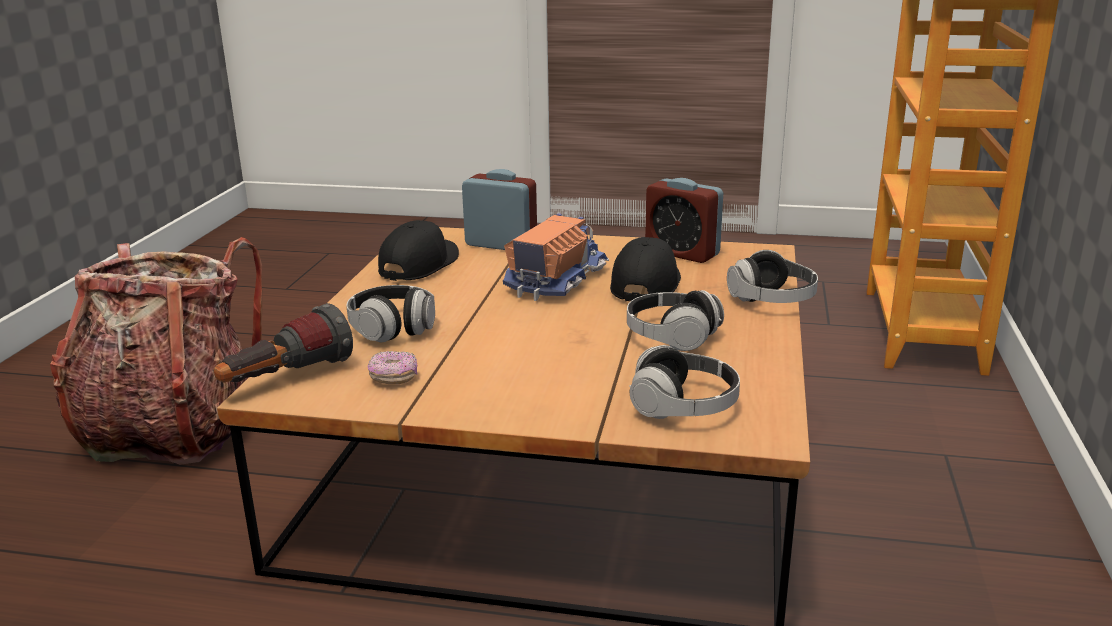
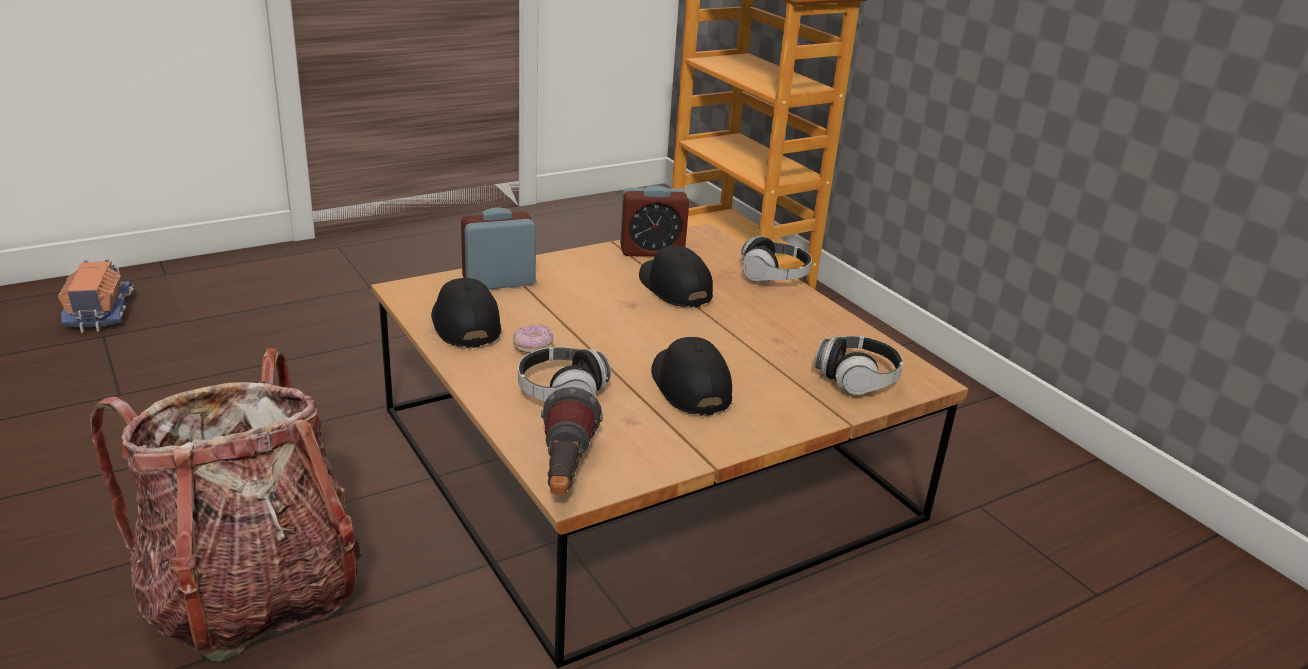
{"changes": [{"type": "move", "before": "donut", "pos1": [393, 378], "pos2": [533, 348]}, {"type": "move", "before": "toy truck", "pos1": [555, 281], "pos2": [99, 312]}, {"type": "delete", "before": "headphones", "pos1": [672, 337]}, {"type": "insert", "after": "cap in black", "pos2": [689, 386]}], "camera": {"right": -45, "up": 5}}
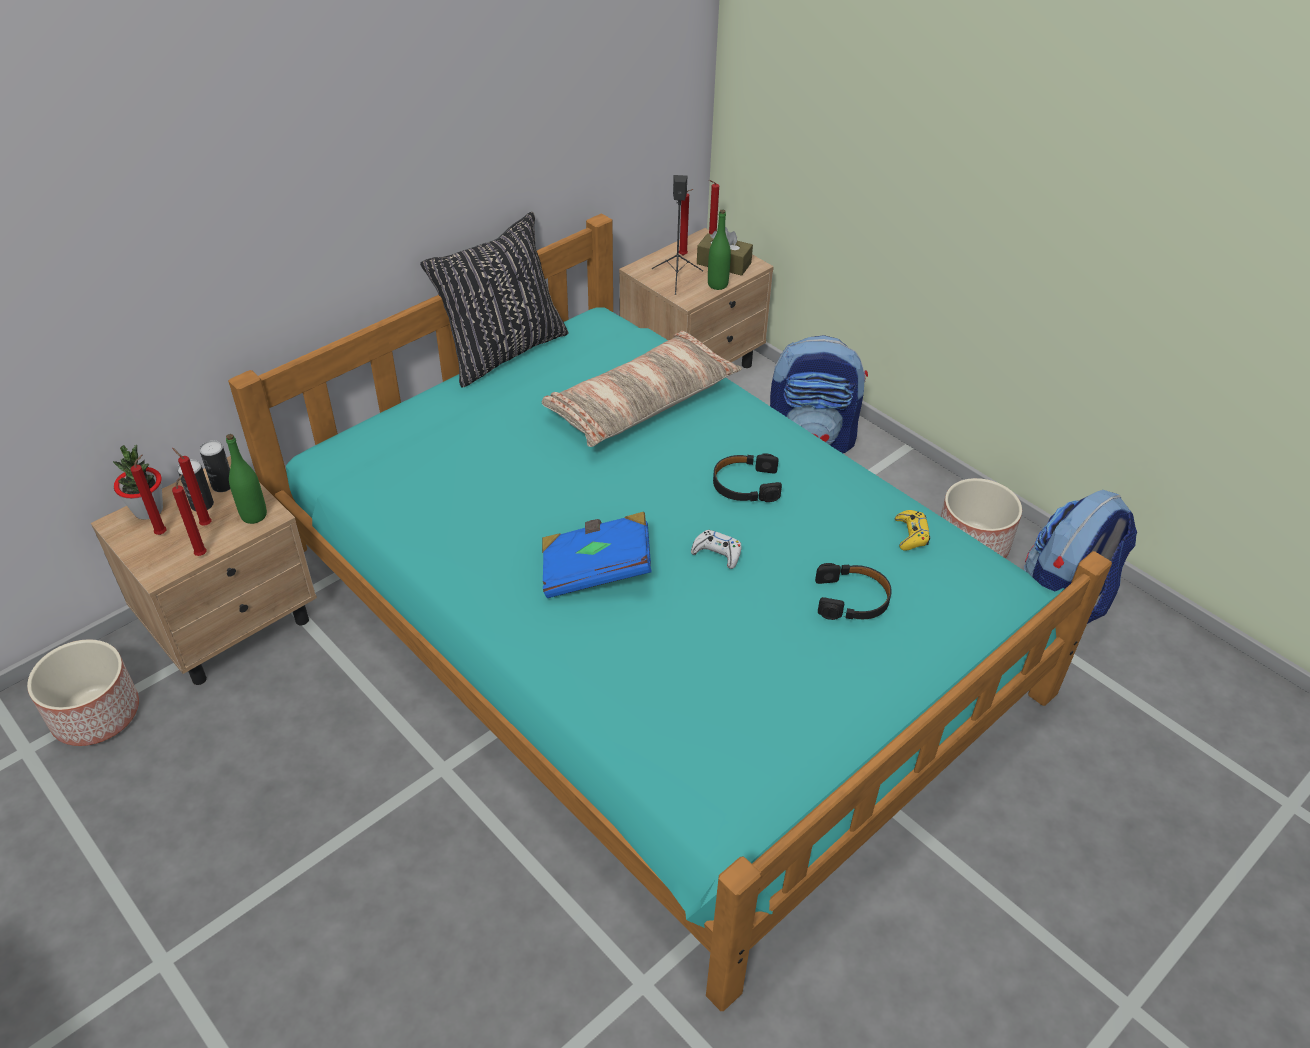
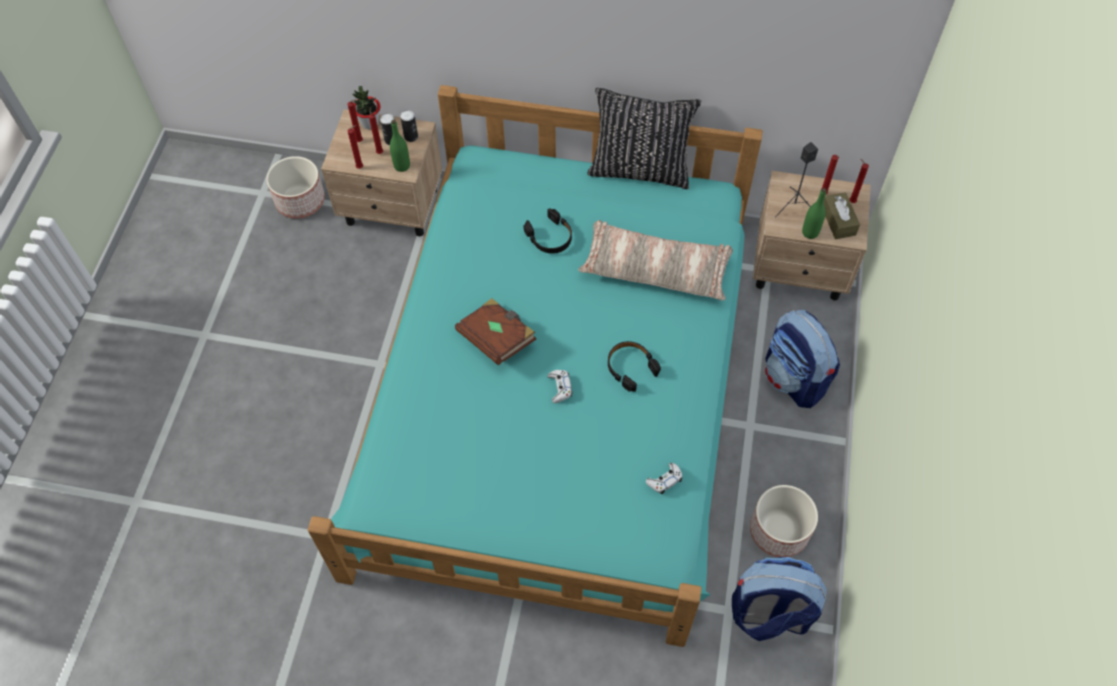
{"changes": [{"type": "recolor", "before": "book in blue", "after": "book in brown", "pos1": [596, 570], "pos2": [497, 339]}, {"type": "move", "before": "headphones in black", "pos1": [852, 599], "pos2": [550, 237]}, {"type": "recolor", "before": "game controller in yellow", "after": "game controller in white", "pos1": [911, 534], "pos2": [664, 480]}], "camera": {"right": 55, "up": 15}}
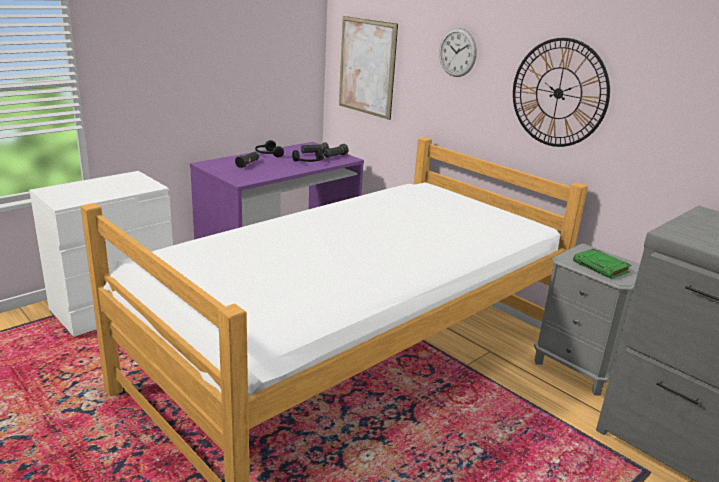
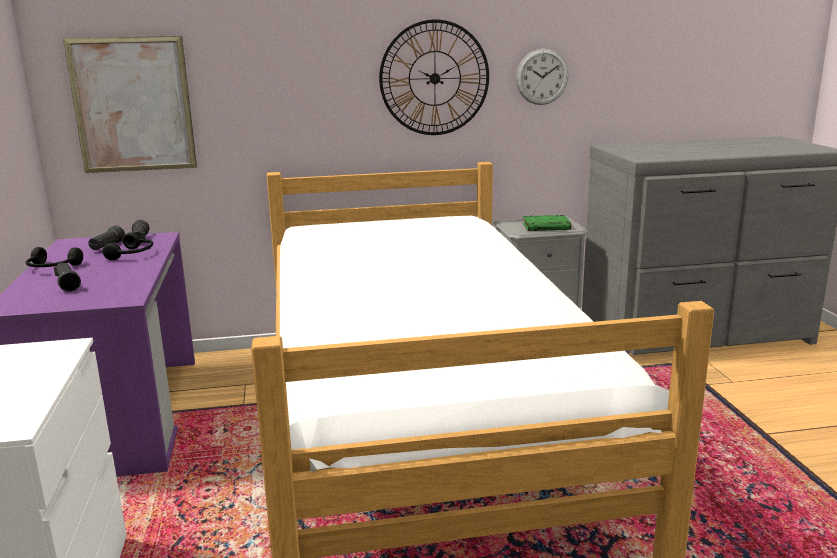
{"changes": [{"type": "move", "before": "wall clock", "pos1": [457, 52], "pos2": [542, 77]}], "camera": {"right": -55, "up": -5}}
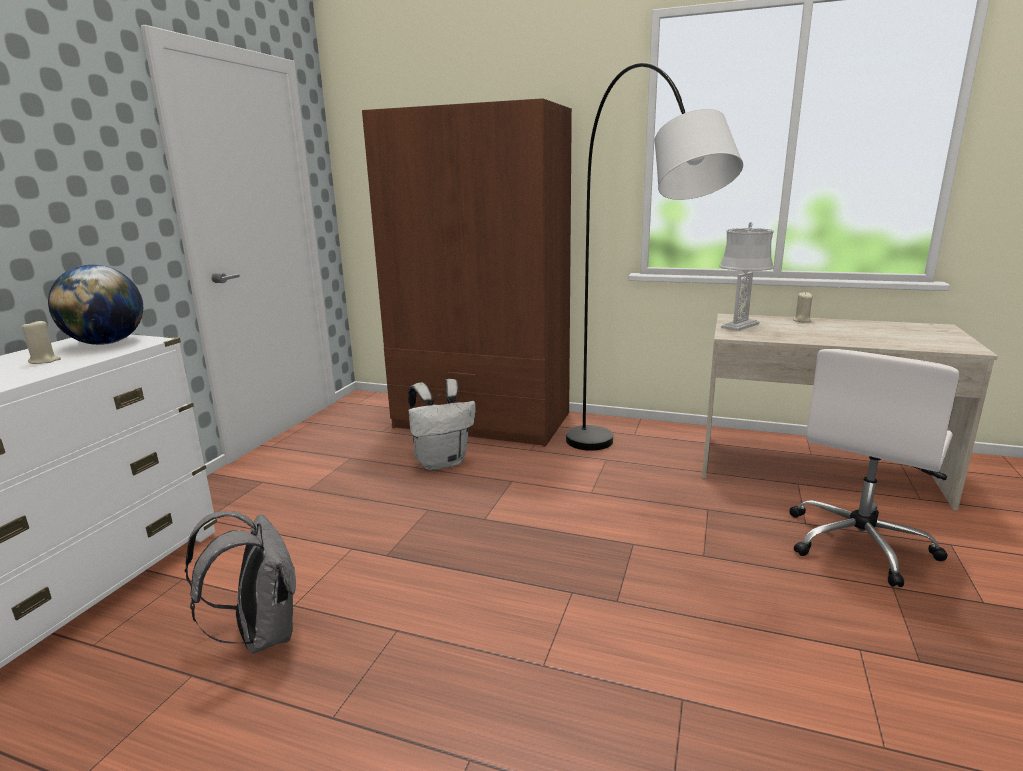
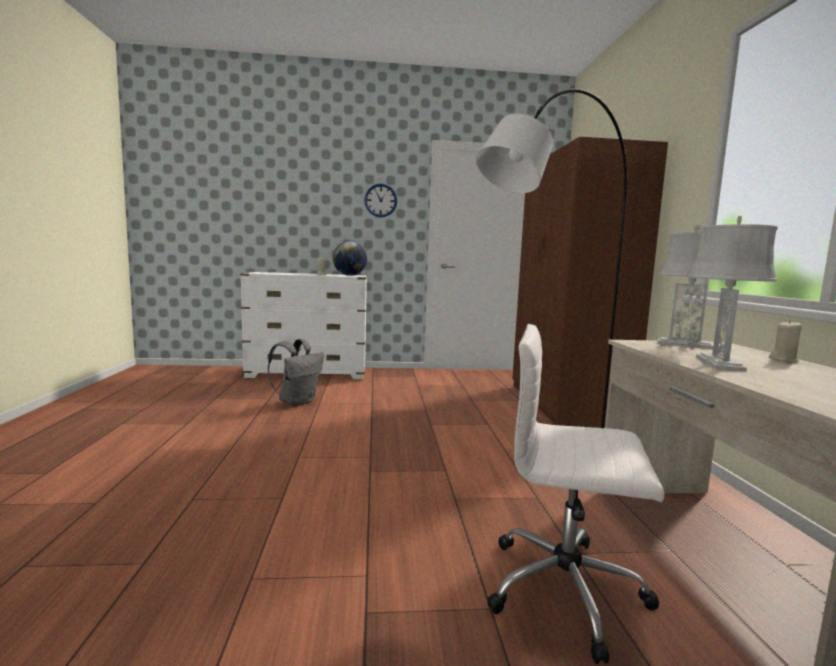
{"changes": [{"type": "delete", "before": "backpack in white", "pos1": [442, 462]}, {"type": "insert", "after": "wall clock", "pos2": [380, 200]}, {"type": "insert", "after": "table lamp in grey", "pos2": [720, 364]}], "camera": {"right": 65, "up": -10}}
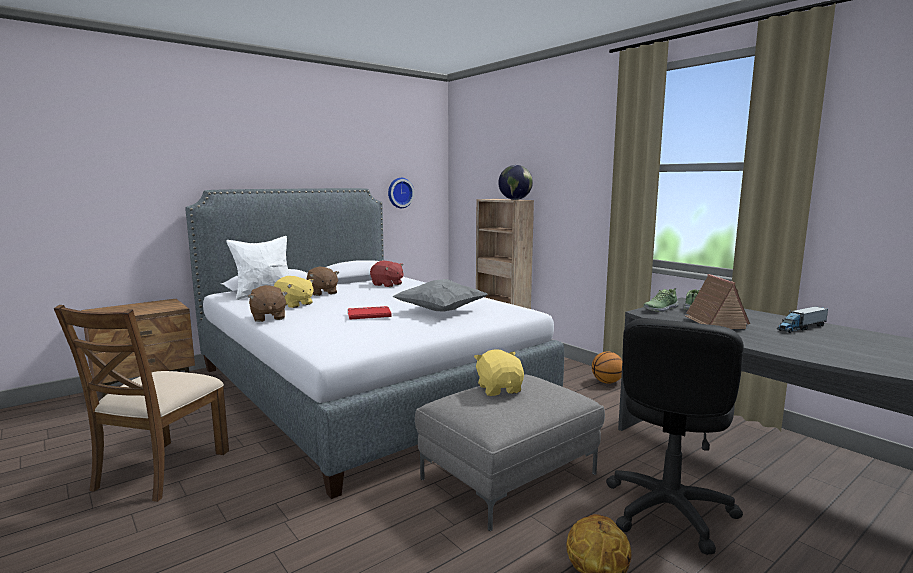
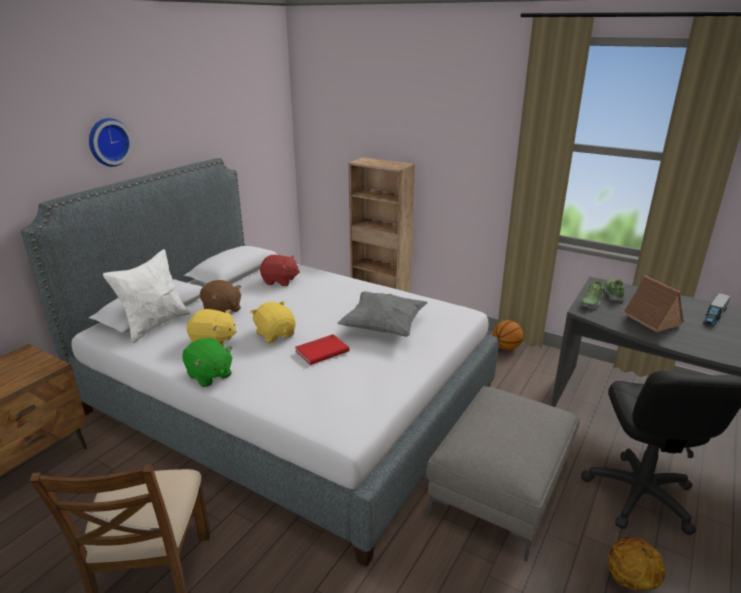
{"changes": [{"type": "recolor", "before": "plush toy in brown", "after": "plush toy in green", "pos1": [268, 317], "pos2": [209, 375]}, {"type": "move", "before": "wall clock", "pos1": [399, 193], "pos2": [108, 142]}, {"type": "move", "before": "plush toy in yellow", "pos1": [499, 389], "pos2": [275, 334]}, {"type": "delete", "before": "globe", "pos1": [515, 199]}], "camera": {"right": -20, "up": 15}}
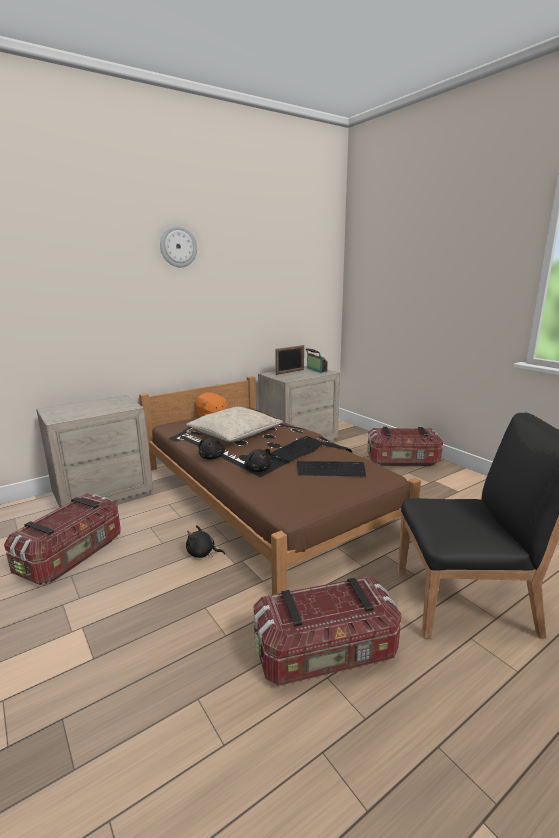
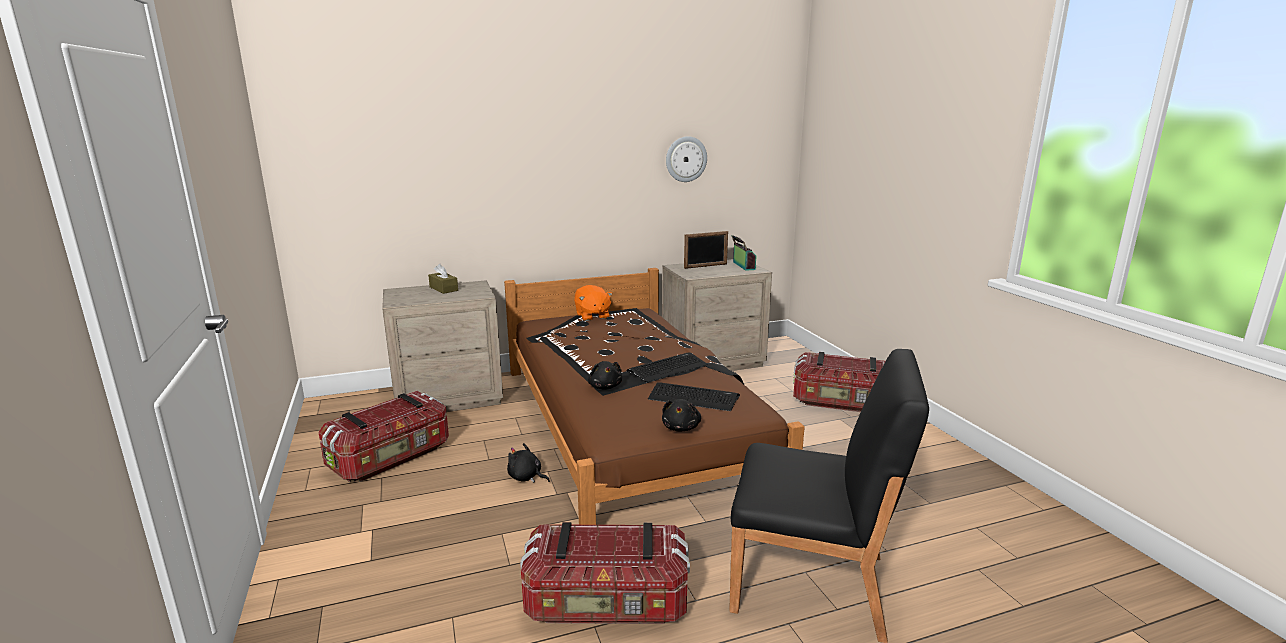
{"changes": [{"type": "move", "before": "wall clock", "pos1": [178, 246], "pos2": [686, 159]}, {"type": "delete", "before": "pillow in beige", "pos1": [234, 433]}, {"type": "move", "before": "plush toy in black", "pos1": [212, 457], "pos2": [681, 427]}, {"type": "insert", "after": "tissue box in brown", "pos2": [443, 289]}], "camera": {"right": 15, "up": 0}}
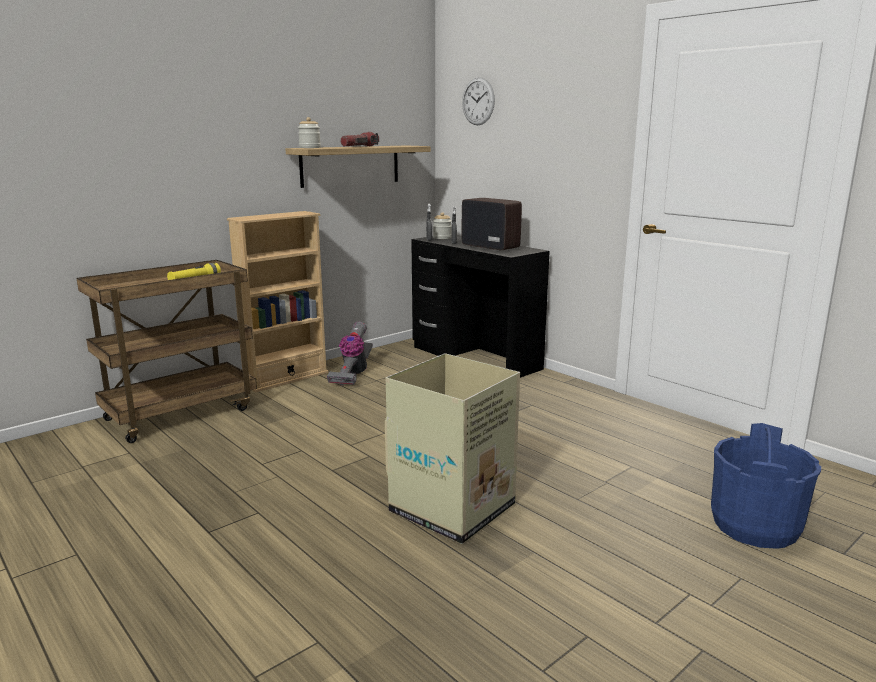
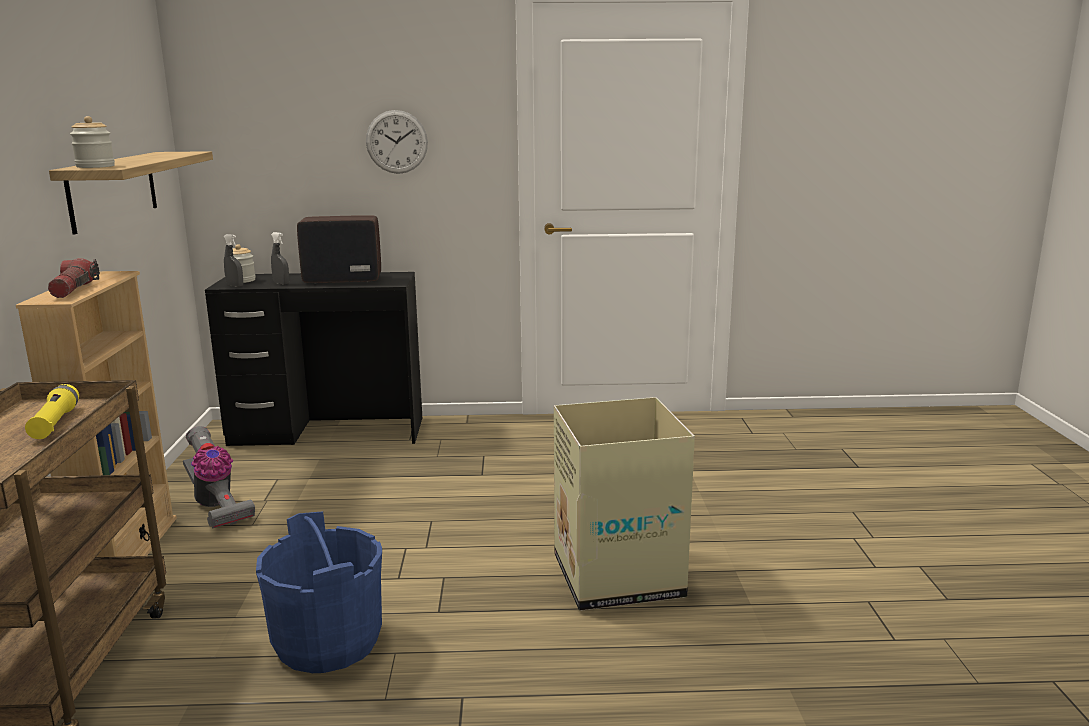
{"changes": [{"type": "move", "before": "flashlight", "pos1": [360, 146], "pos2": [74, 290]}, {"type": "move", "before": "wall clock", "pos1": [478, 101], "pos2": [396, 142]}, {"type": "move", "before": "bucket in blue", "pos1": [754, 525], "pos2": [327, 642]}], "camera": {"right": -50, "up": 0}}
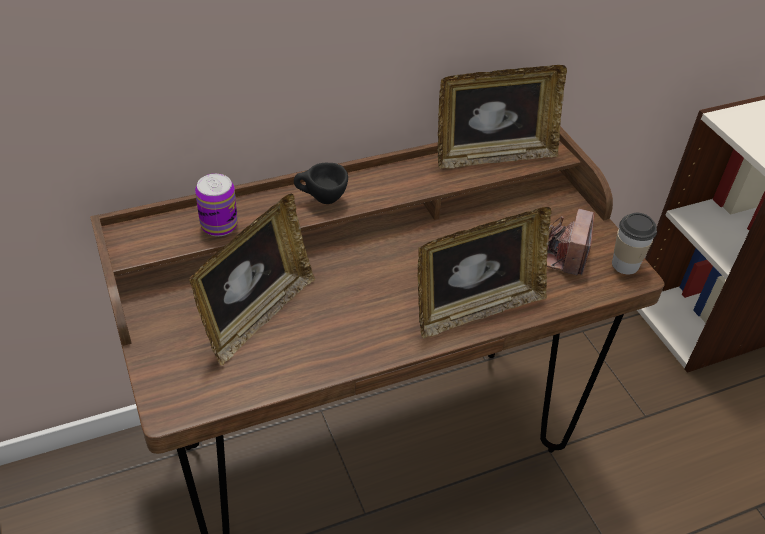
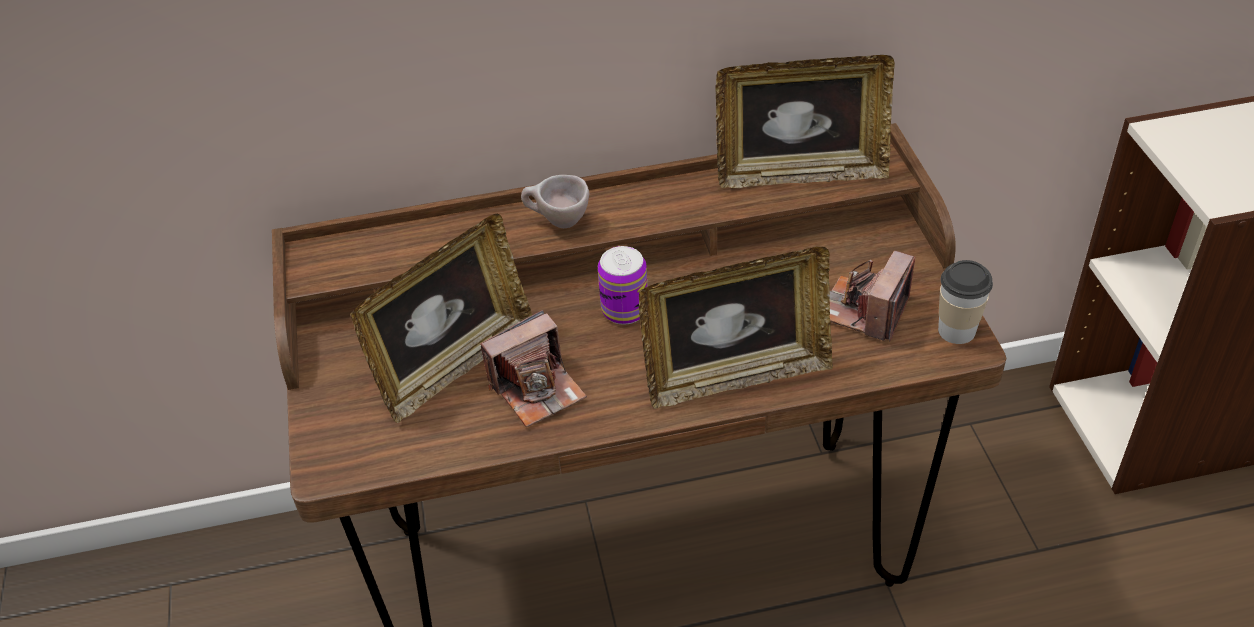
{"changes": [{"type": "move", "before": "can", "pos1": [219, 225], "pos2": [624, 310]}, {"type": "recolor", "before": "cup in black", "after": "cup in beige", "pos1": [321, 200], "pos2": [557, 222]}, {"type": "insert", "after": "photo camera", "pos2": [537, 389]}], "camera": {"right": 15, "up": 0}}
